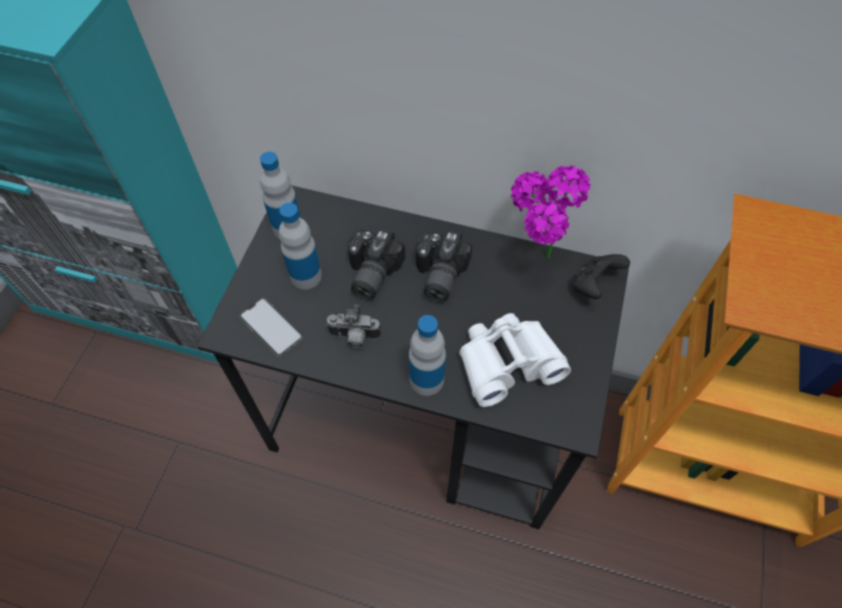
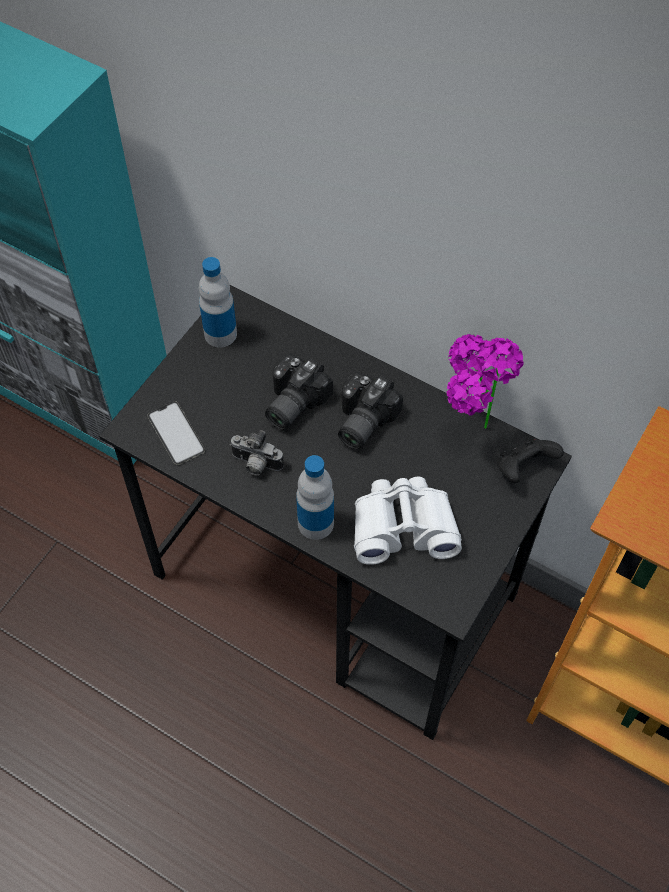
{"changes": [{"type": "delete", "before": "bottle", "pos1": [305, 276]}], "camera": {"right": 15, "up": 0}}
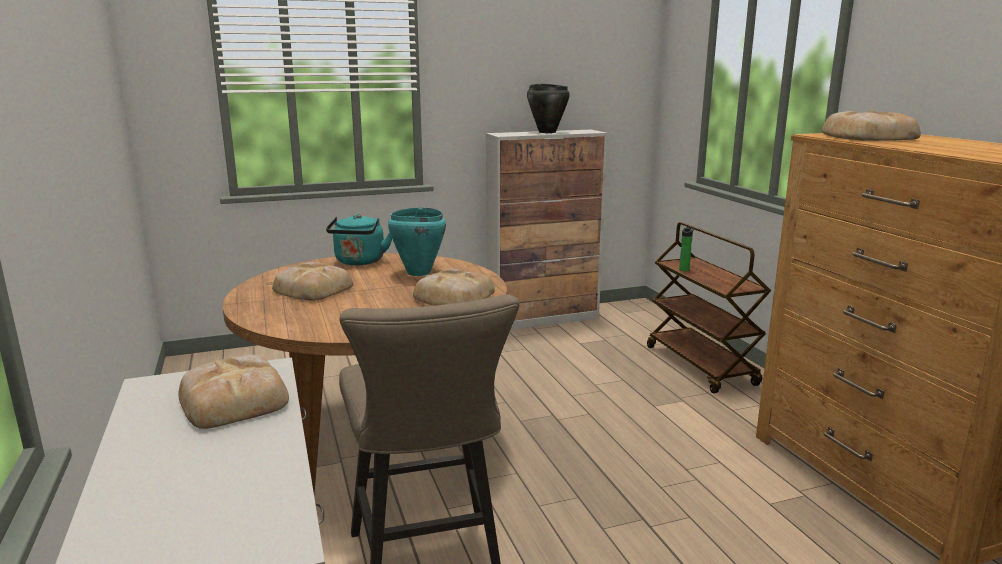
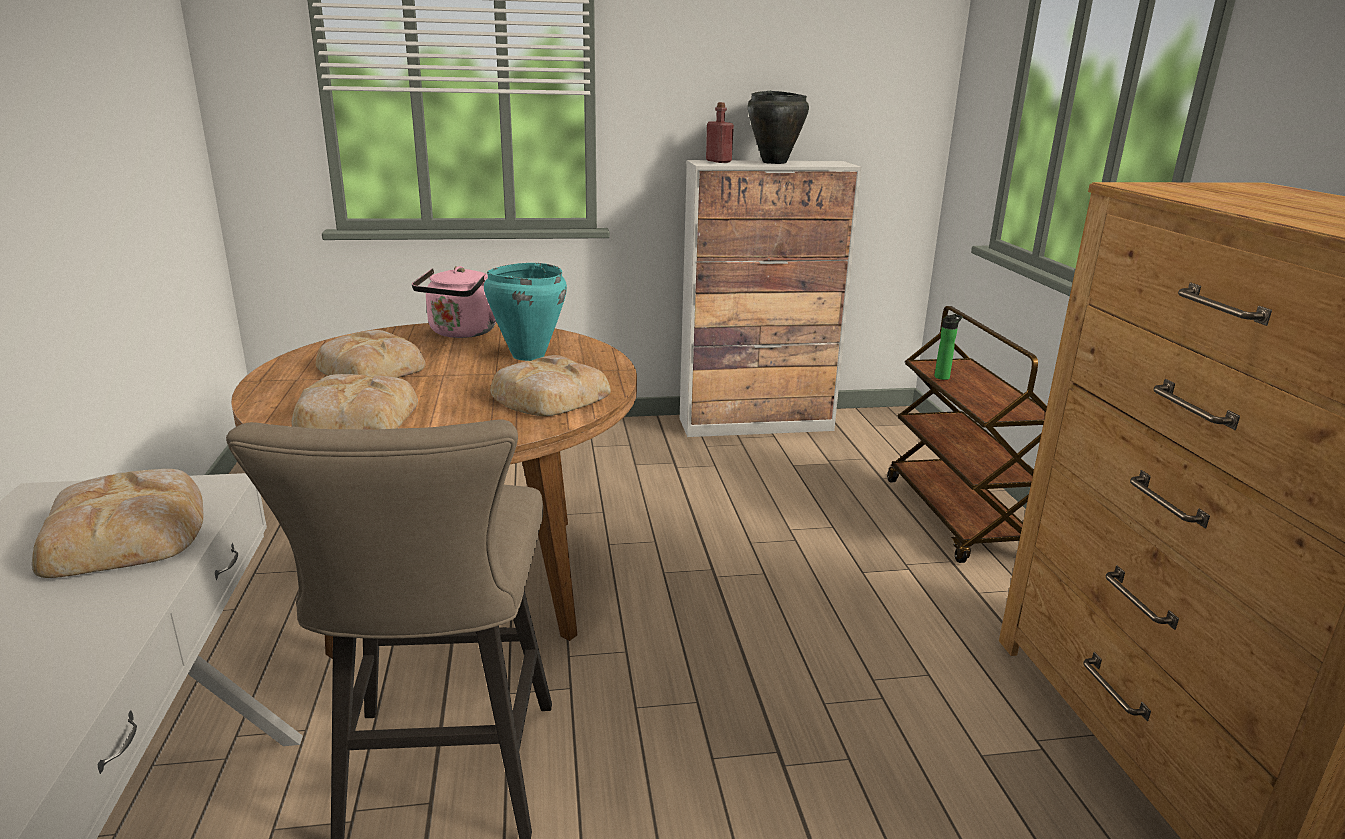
{"changes": [{"type": "recolor", "before": "kettle in turquoise", "after": "kettle in pink", "pos1": [359, 262], "pos2": [462, 333]}, {"type": "move", "before": "bread", "pos1": [866, 137], "pos2": [355, 416]}, {"type": "insert", "after": "bottle in red", "pos2": [718, 161]}], "camera": {"right": 10, "up": 5}}
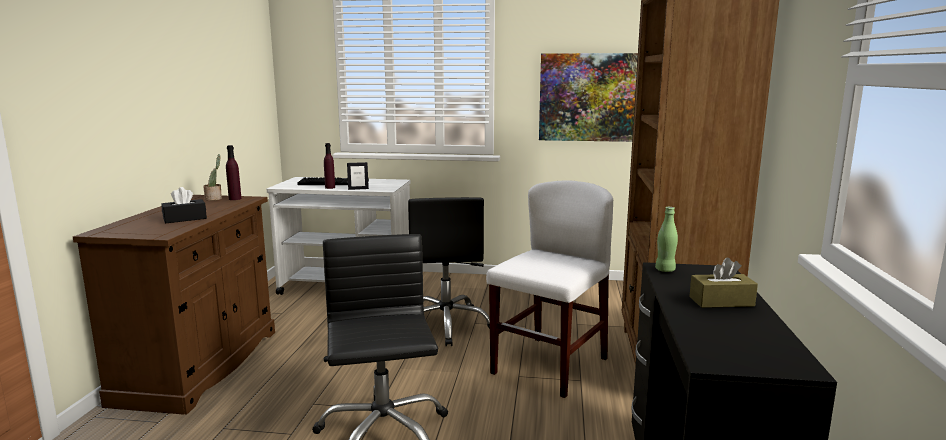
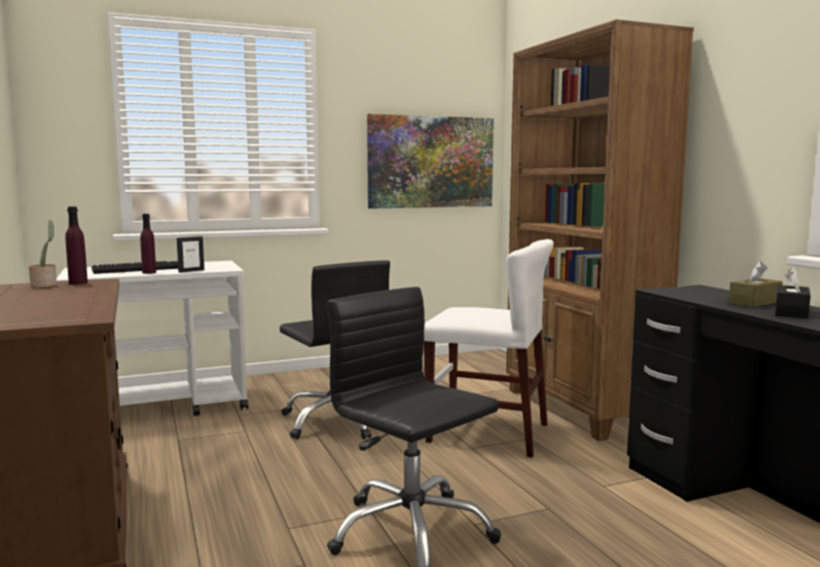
{"changes": [{"type": "move", "before": "tissue box in black", "pos1": [185, 219], "pos2": [791, 312]}, {"type": "rotate", "before": "chair in white", "pos1": [549, 366], "pos2": [488, 433], "turn": 105}, {"type": "delete", "before": "bottle in green", "pos1": [665, 270]}], "camera": {"right": -30, "up": -5}}
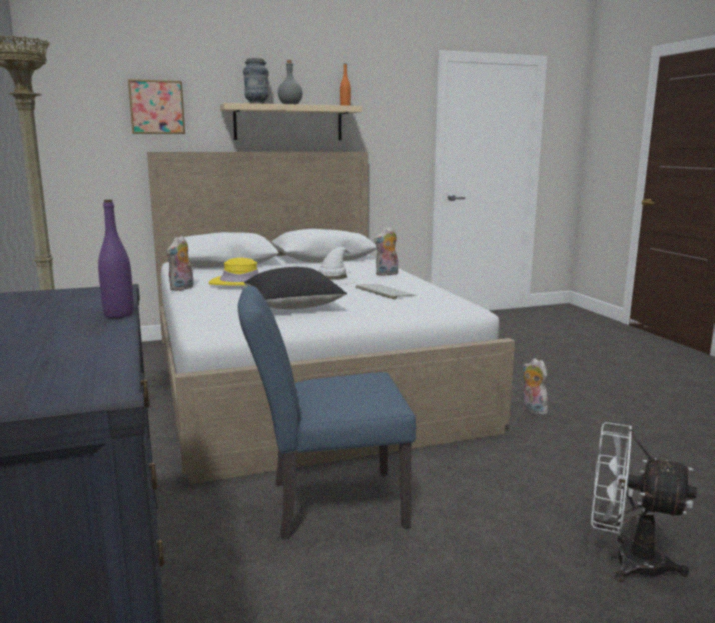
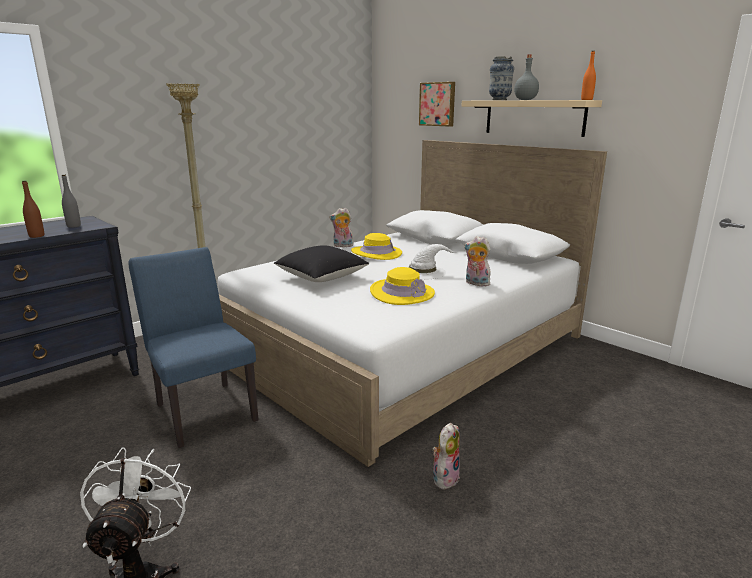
{"changes": [{"type": "recolor", "before": "bottle in purple", "after": "bottle in brown", "pos1": [119, 315], "pos2": [36, 236]}, {"type": "replace", "before": "keyboard", "after": "hat in yellow", "pos1": [383, 292], "pos2": [402, 293]}, {"type": "insert", "after": "bottle in grey", "pos2": [74, 226]}], "camera": {"right": 65, "up": 5}}
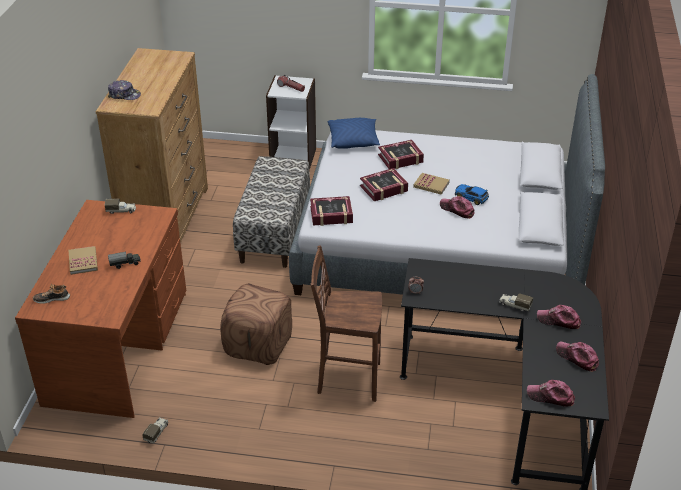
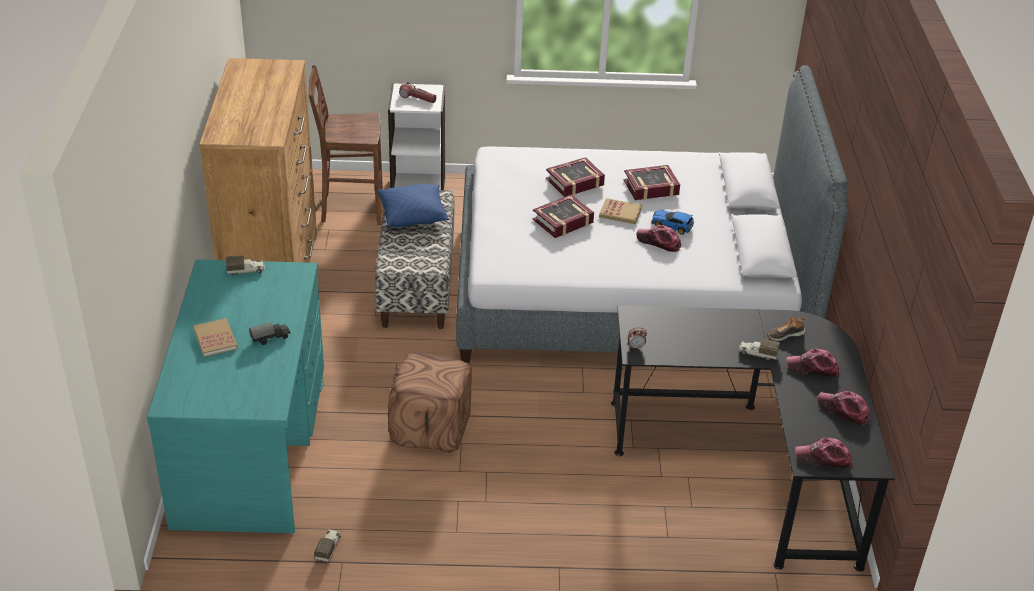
{"changes": [{"type": "recolor", "before": "desk in brown", "after": "desk in turquoise", "pos1": [118, 347], "pos2": [252, 446]}, {"type": "move", "before": "shoe", "pos1": [52, 298], "pos2": [785, 334]}, {"type": "delete", "before": "cap", "pos1": [124, 95]}, {"type": "move", "before": "book", "pos1": [331, 215], "pos2": [651, 188]}, {"type": "move", "before": "stool in brown", "pos1": [347, 378], "pos2": [350, 208]}, {"type": "move", "before": "pillow in blue", "pos1": [353, 140], "pos2": [413, 215]}], "camera": {"right": -10, "up": 0}}
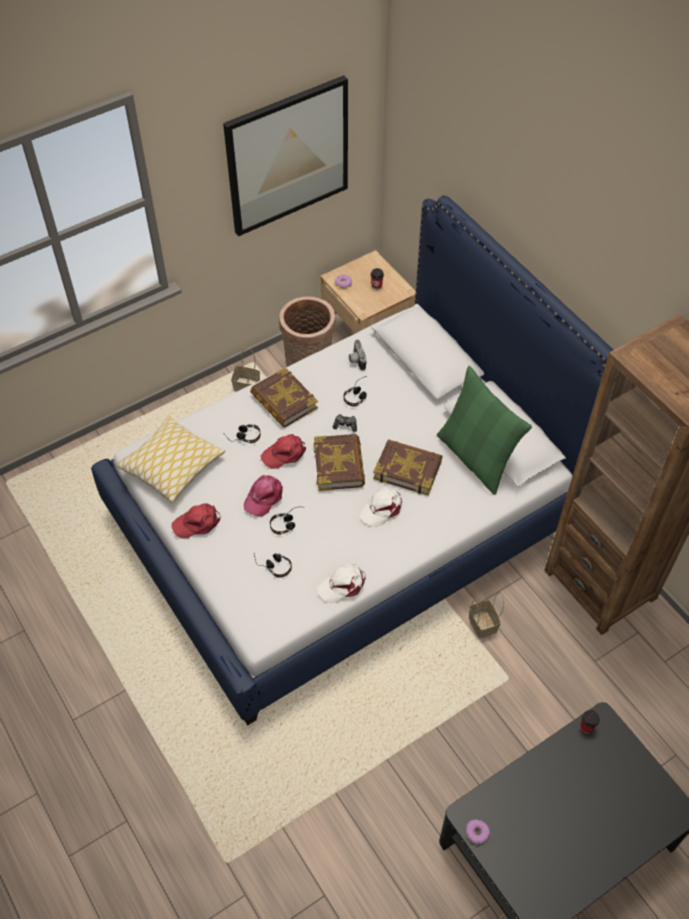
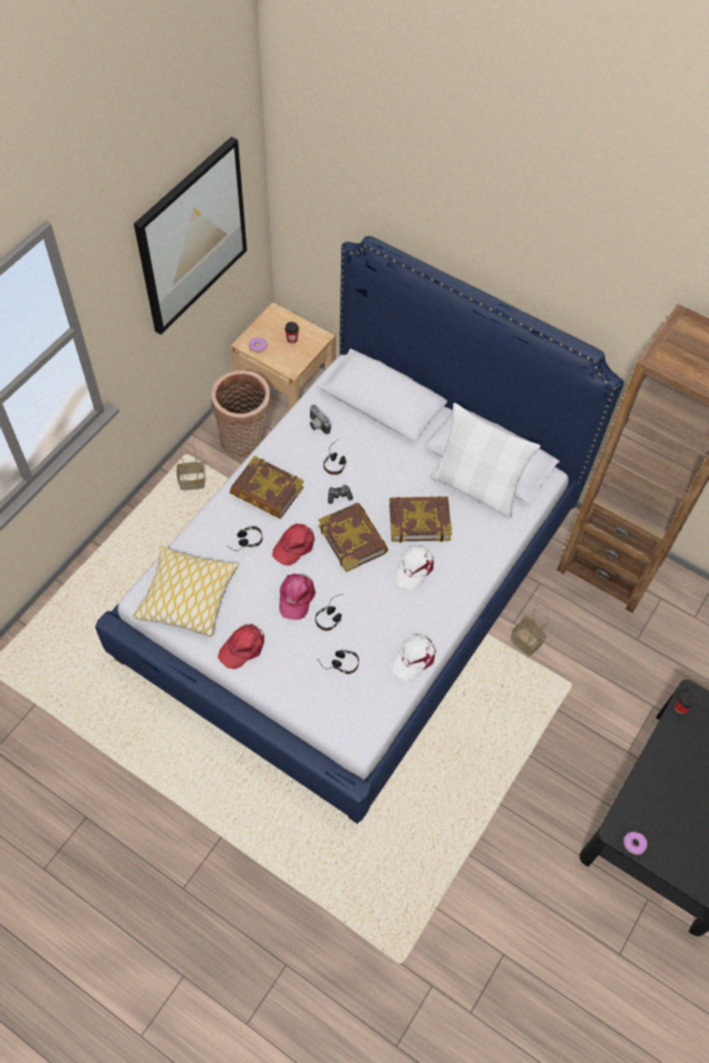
{"changes": [{"type": "recolor", "before": "pillow in green", "after": "pillow in white", "pos1": [476, 457], "pos2": [476, 487]}], "camera": {"right": -25, "up": 5}}
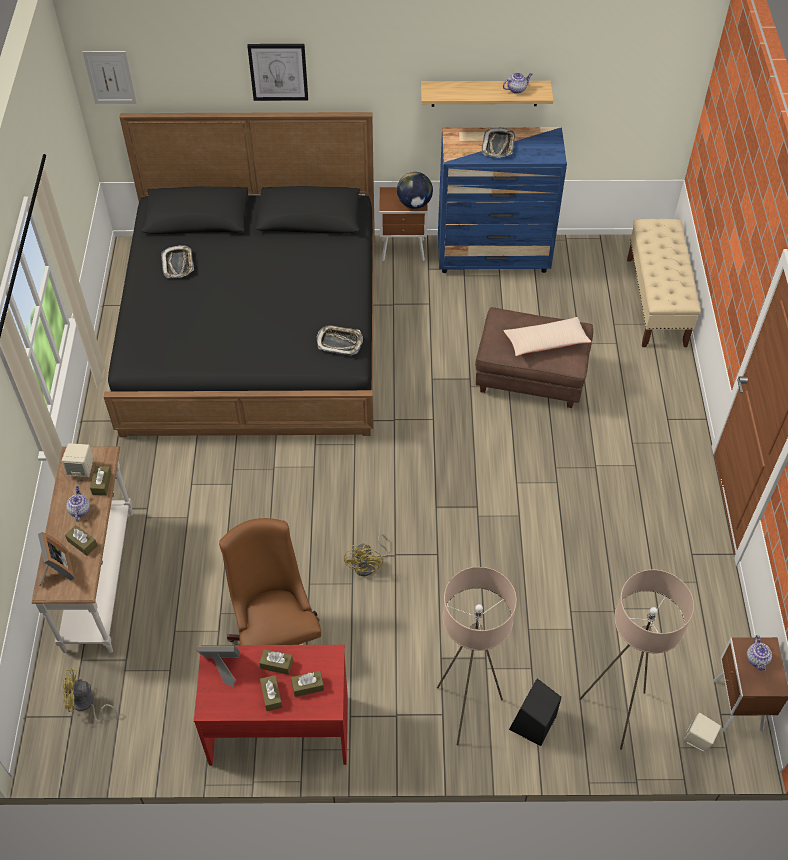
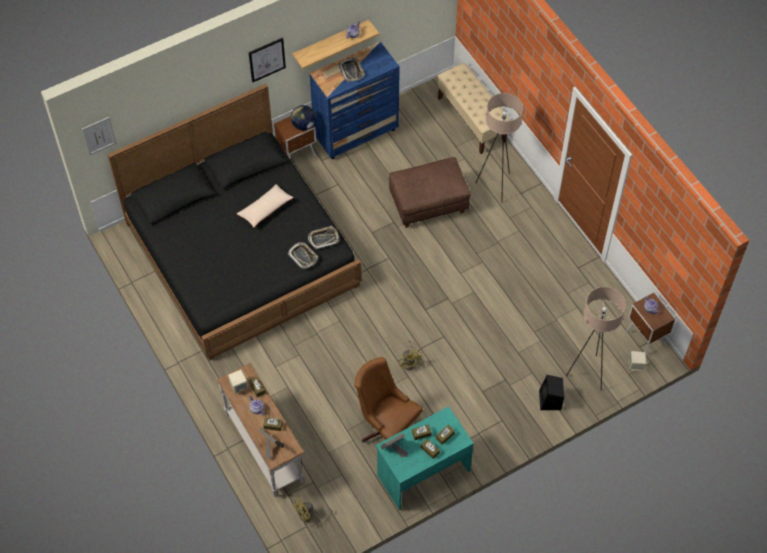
{"changes": [{"type": "move", "before": "tray", "pos1": [178, 264], "pos2": [303, 256]}, {"type": "recolor", "before": "desk in red", "after": "desk in turquoise", "pos1": [279, 729], "pos2": [422, 472]}, {"type": "move", "before": "picture", "pos1": [278, 71], "pos2": [267, 59]}, {"type": "move", "before": "floor lamp in beige", "pos1": [466, 710], "pos2": [496, 186]}, {"type": "move", "before": "pillow in beige", "pos1": [546, 342], "pos2": [265, 209]}], "camera": {"right": -30, "up": 5}}
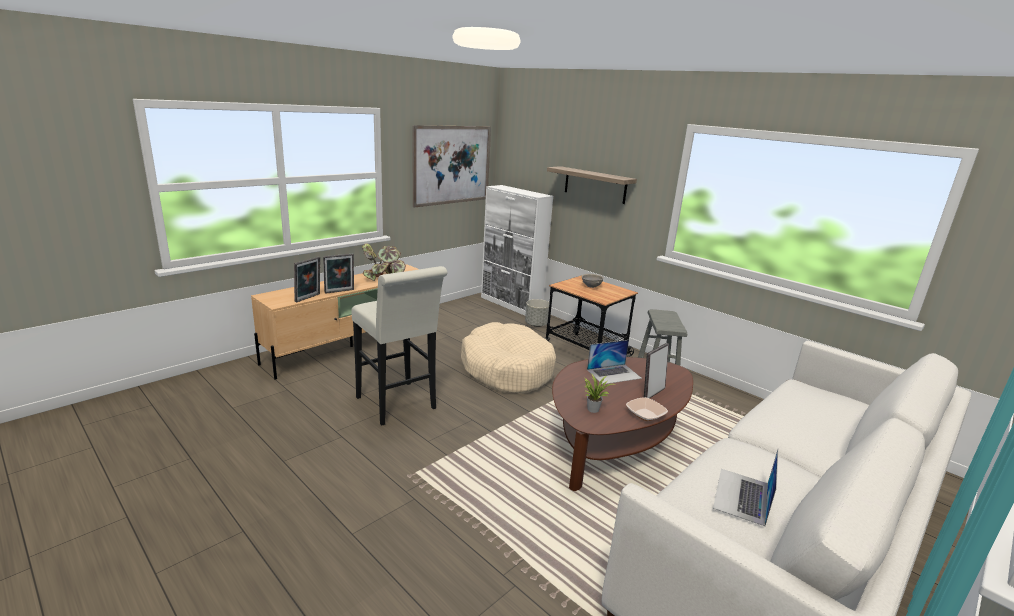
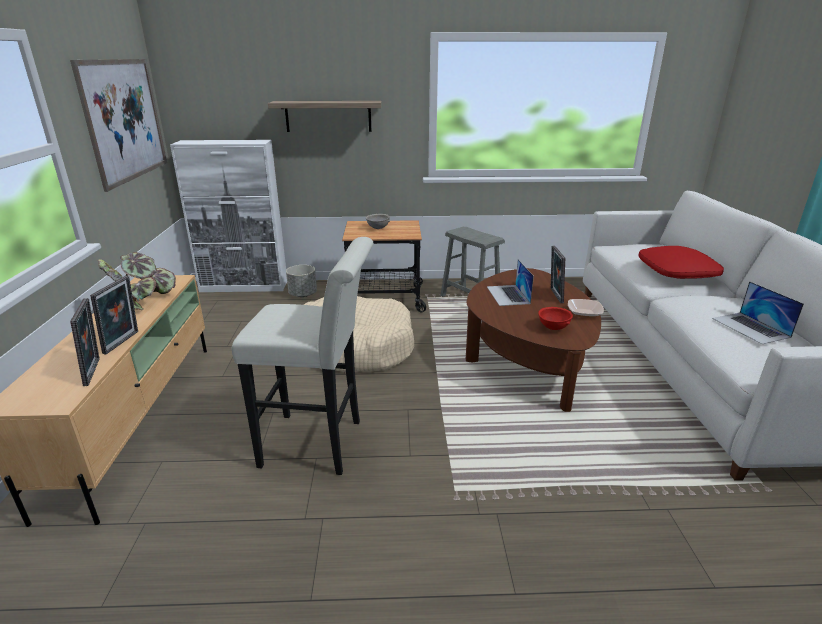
{"changes": [{"type": "replace", "before": "potted plant", "after": "bowl in red", "pos1": [593, 408], "pos2": [553, 328]}, {"type": "rotate", "before": "laptop", "pos1": [614, 374], "pos2": [508, 295], "turn": 150}, {"type": "insert", "after": "pillow in red", "pos2": [677, 271]}], "camera": {"right": -45, "up": 5}}
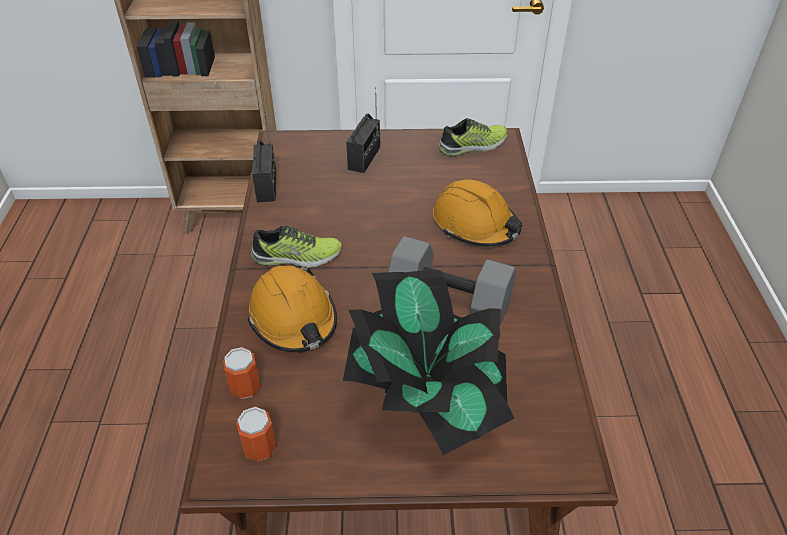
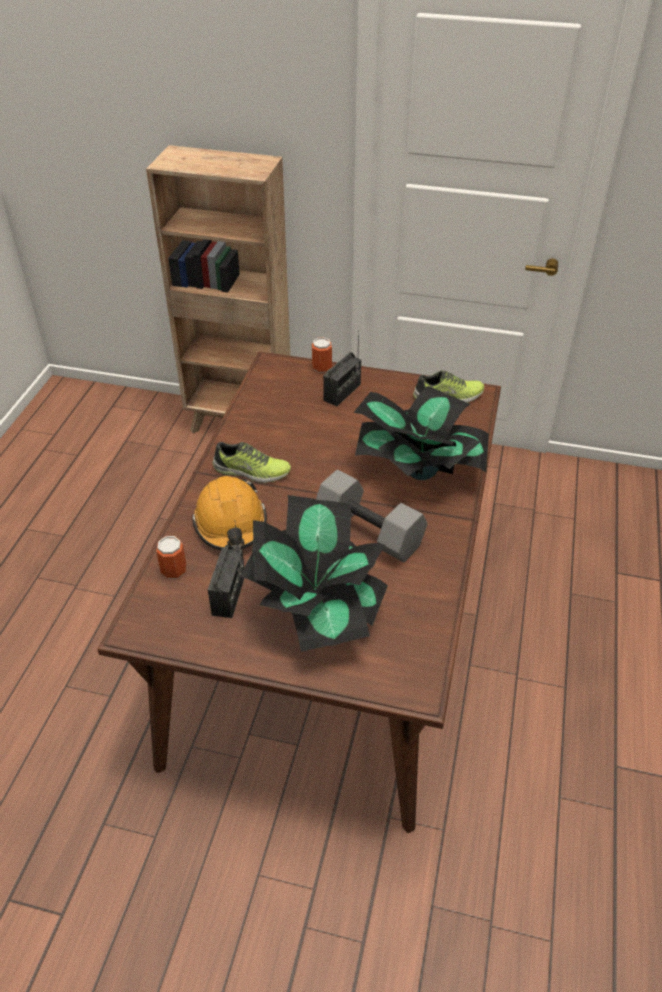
{"changes": [{"type": "move", "before": "can", "pos1": [259, 448], "pos2": [322, 367]}, {"type": "move", "before": "radio", "pos1": [267, 186], "pos2": [229, 595]}, {"type": "replace", "before": "hard hat in orange", "after": "potted plant", "pos1": [475, 225], "pos2": [419, 471]}], "camera": {"right": 15, "up": 0}}
